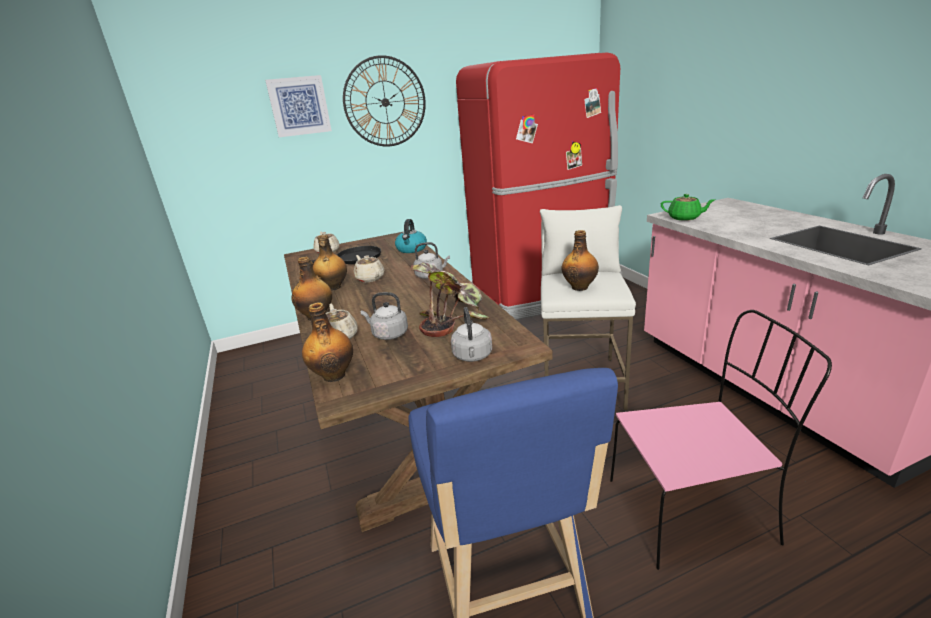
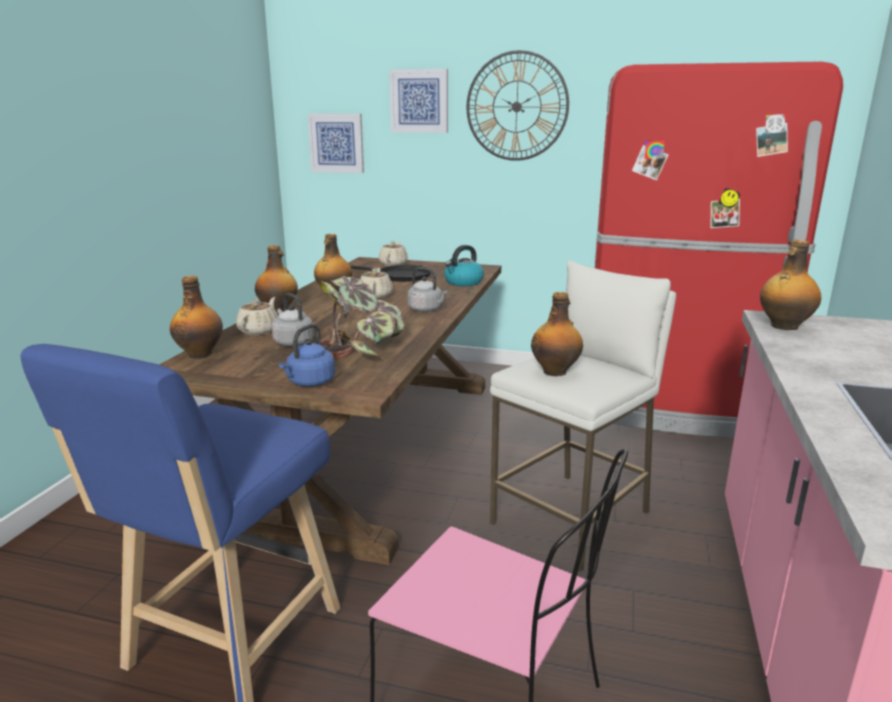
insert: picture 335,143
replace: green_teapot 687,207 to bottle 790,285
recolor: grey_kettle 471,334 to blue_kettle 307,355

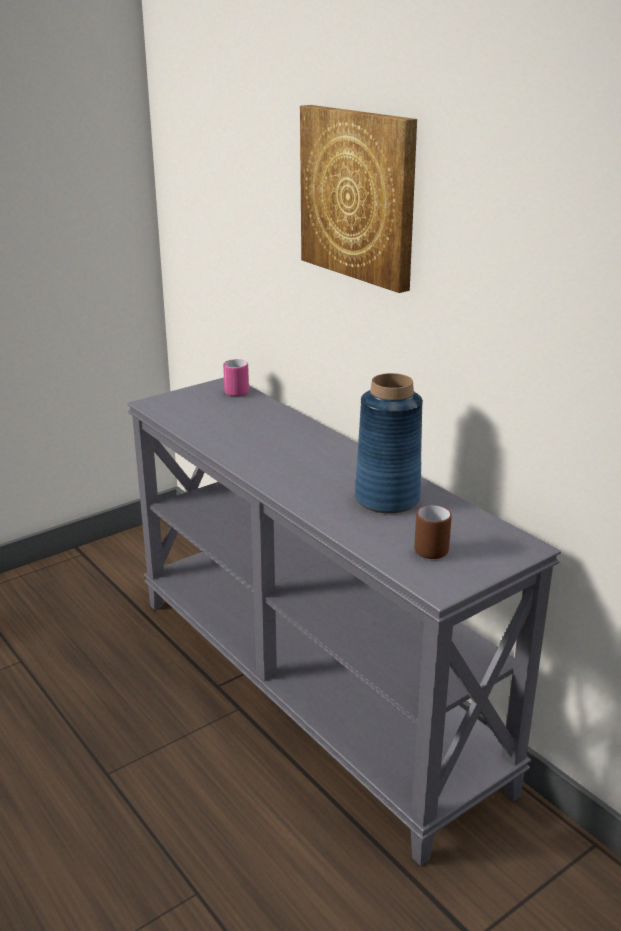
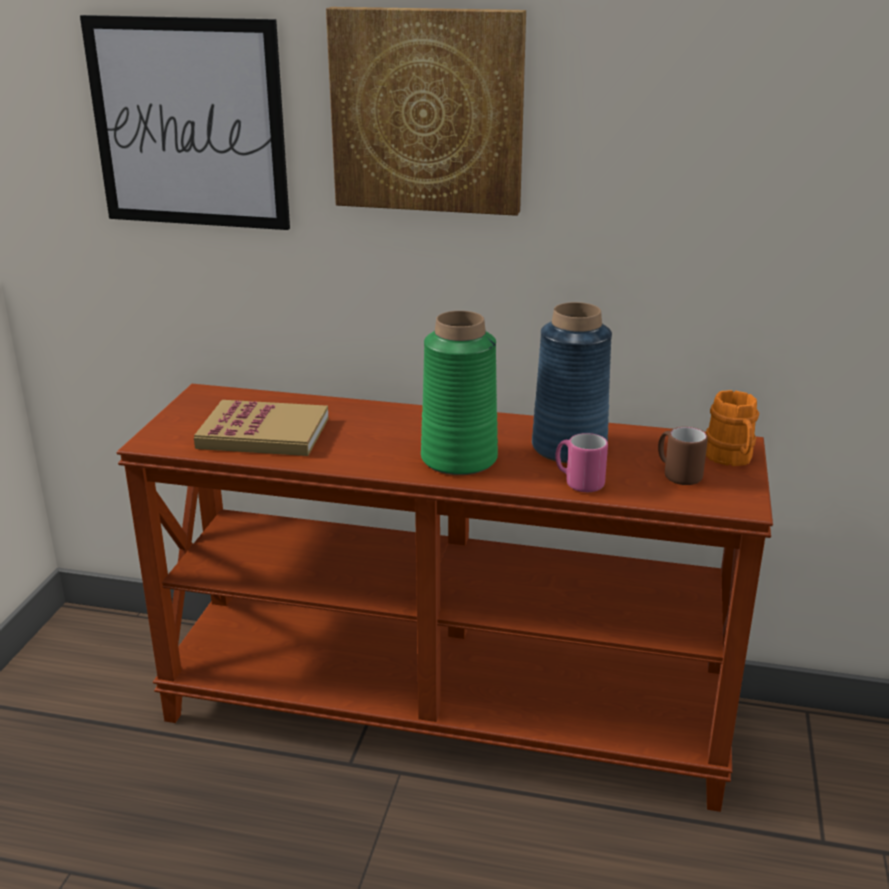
insert: picture 185,122; book 261,428; green_vase 459,393; orange_mug 732,428
move: pink_mug 236,378 to 581,462
recolor: grey_console_table 344,622 to brown_console_table 445,598

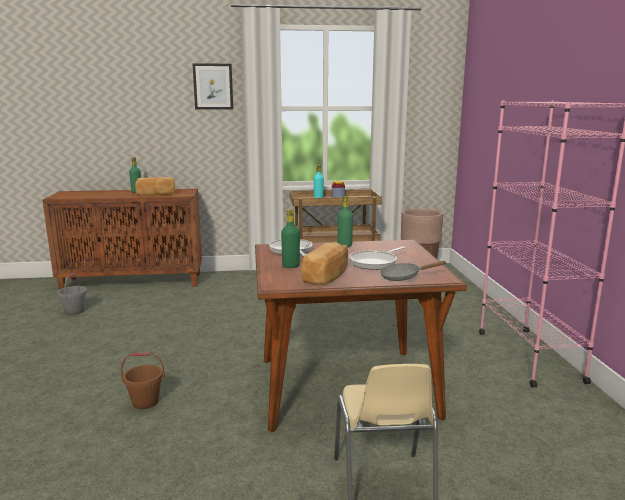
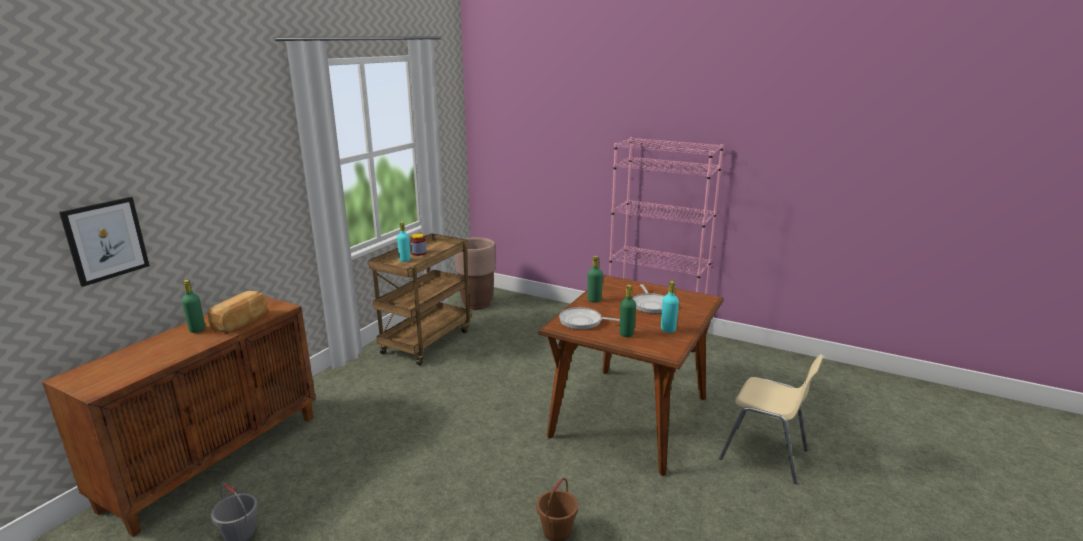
delete: grey_frying_pan 413,271
move: picture 212,86 to 104,242
replace: bread 324,264 to turquoise_bottle 670,307

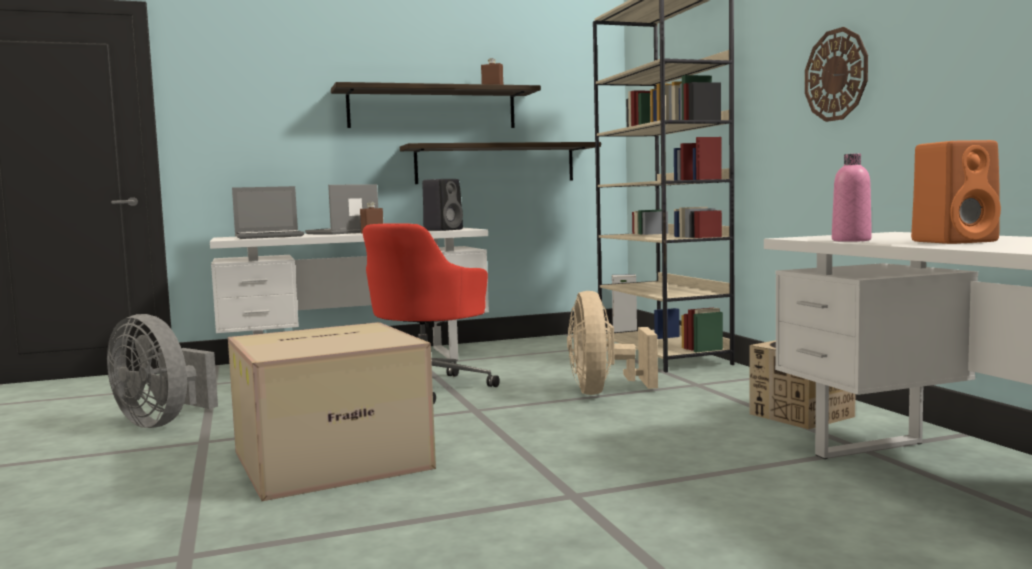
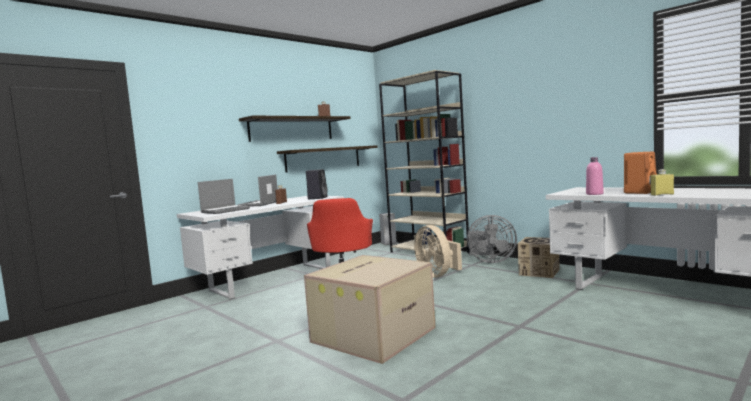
delete: wall_clock 836,74
insert: yellow_bottle 662,182
move: grey_fan 162,371 to 492,239

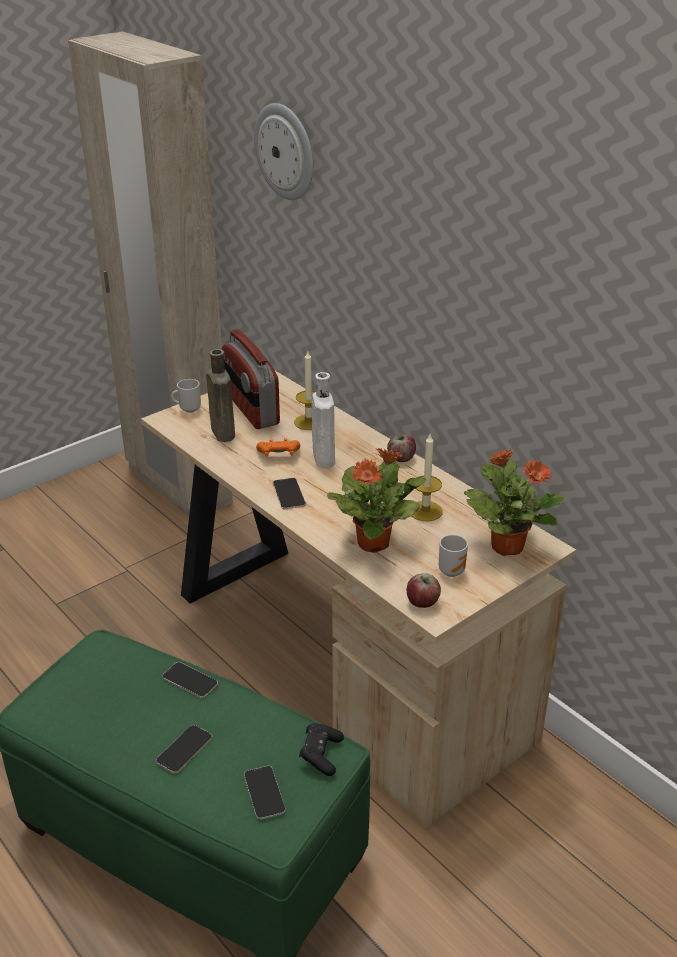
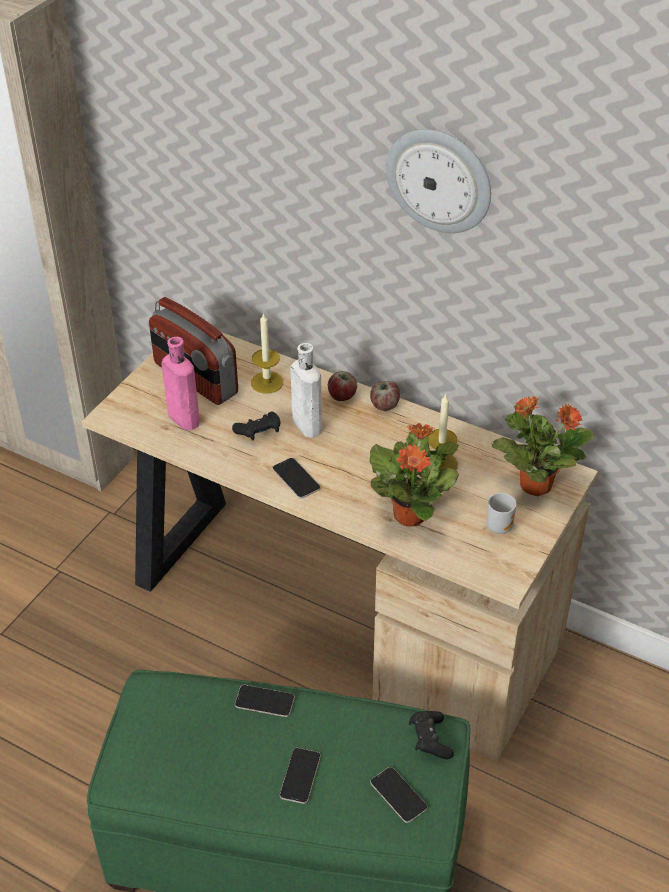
delete: mug 186,396
move: apple 424,590 to 342,386; wall_clock 283,151 to 438,181
recolor: brown_bottle 220,395 to pink_bottle 181,383; orange_game_controller 278,448 to black_game_controller 256,426

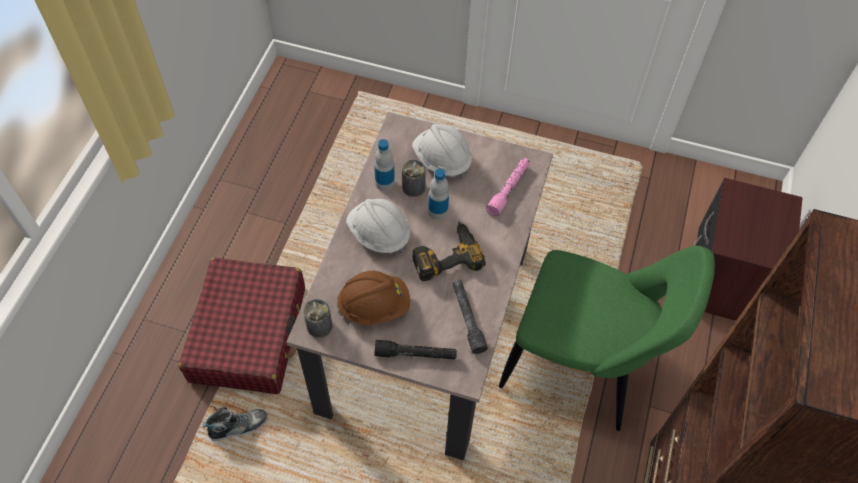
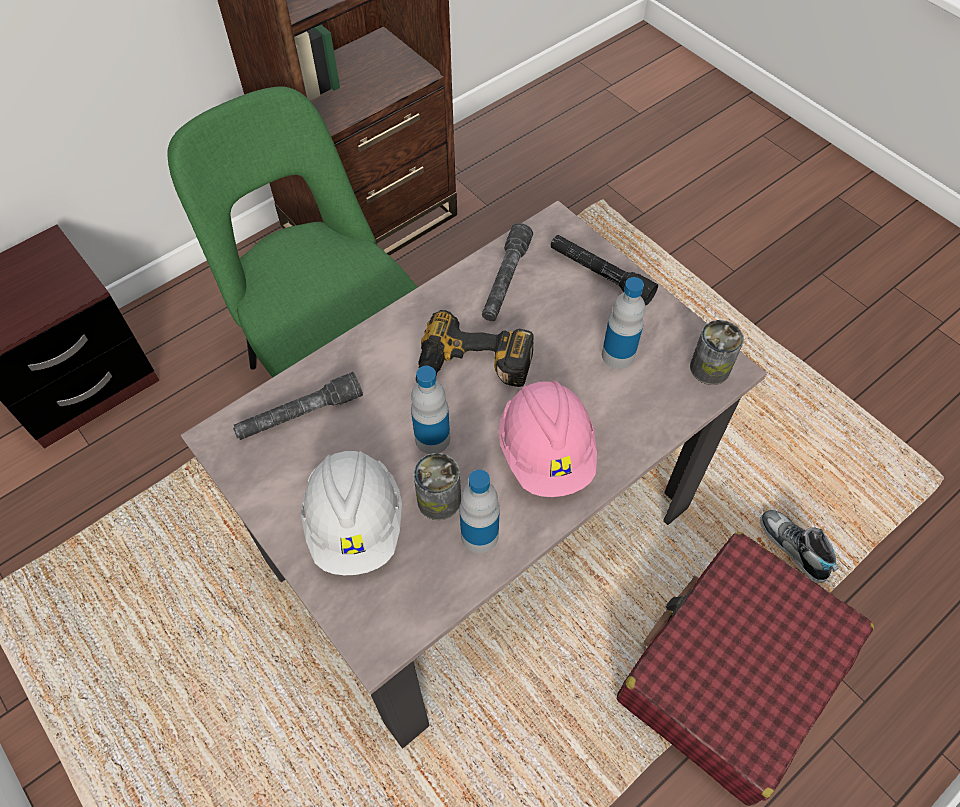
replace: brown_hard_hat 373,298 to bottle 623,323
recolor: pink_flashlight 508,187 to grey_flashlight 298,406; white_hard_hat 378,226 to pink_hard_hat 548,439
rotate: shoe 235,423 = 799,546 45 degrees clockwise

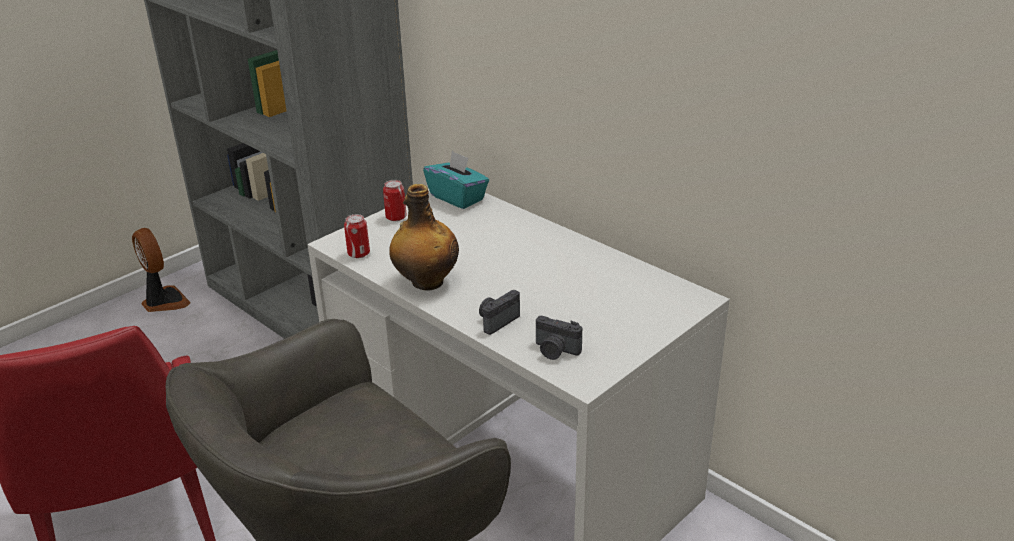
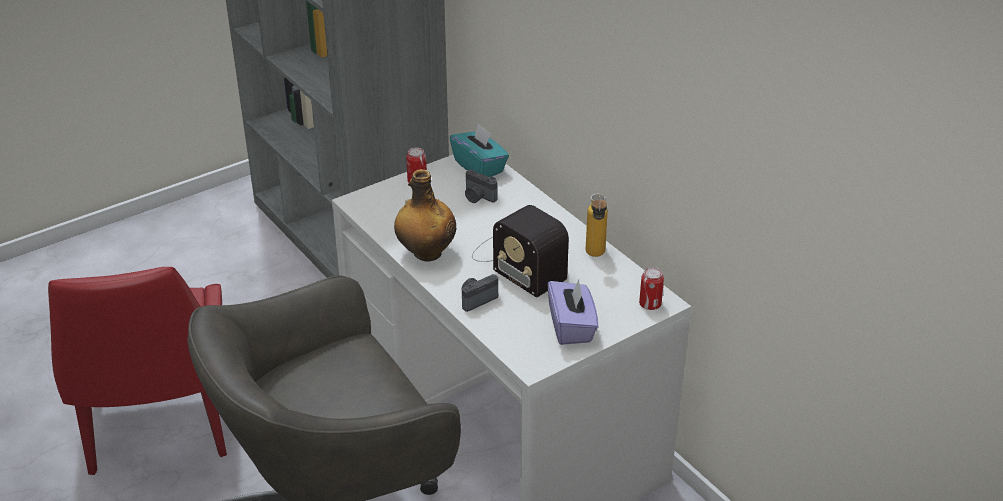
delete: fan 161,270
insert: radio 520,251; purple_tissue_box 572,312; bottle 597,225
move: photo_camera 559,338 to 481,186; can 357,236 to 651,288

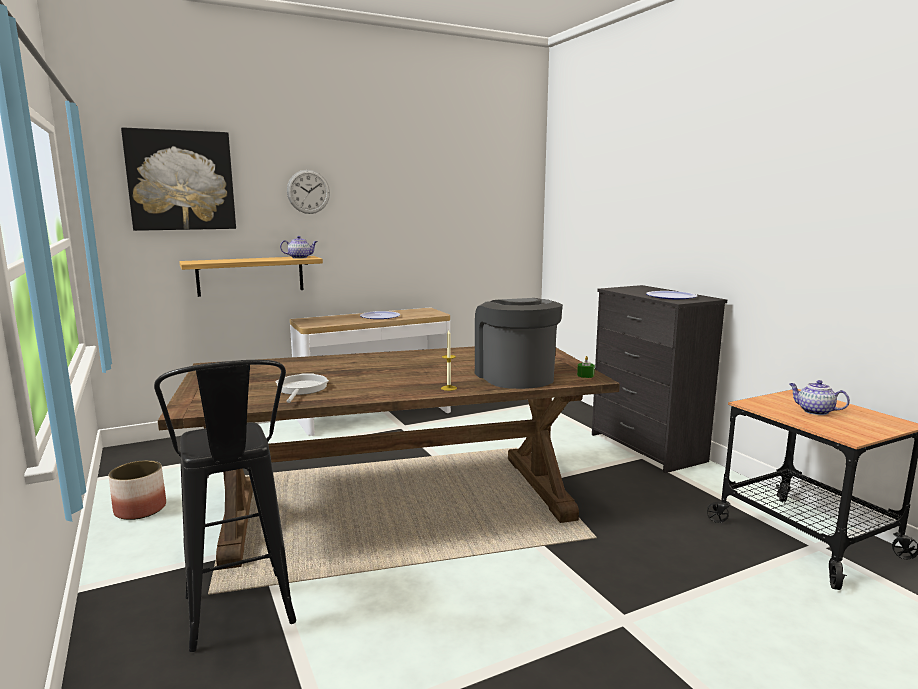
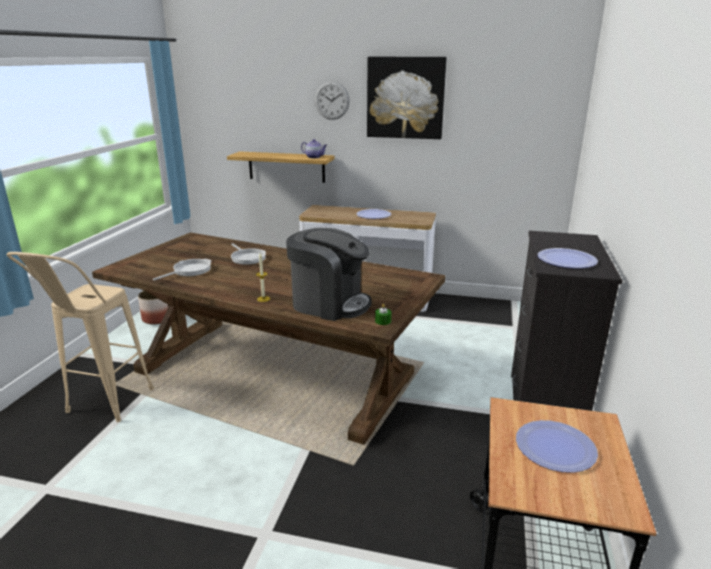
insert: frying_pan 248,254
move: picture 178,179 to 407,98
replace: teapot 819,397 to plate 557,446
recolor: black_stool 225,506 to beige_stool 80,337
rotate: coffee_machine 519,343 = 328,274 90 degrees clockwise

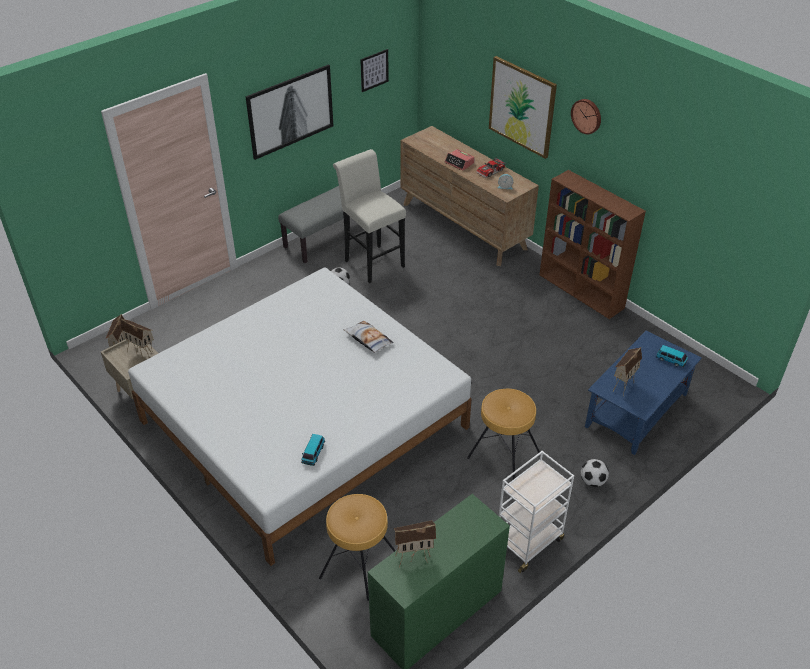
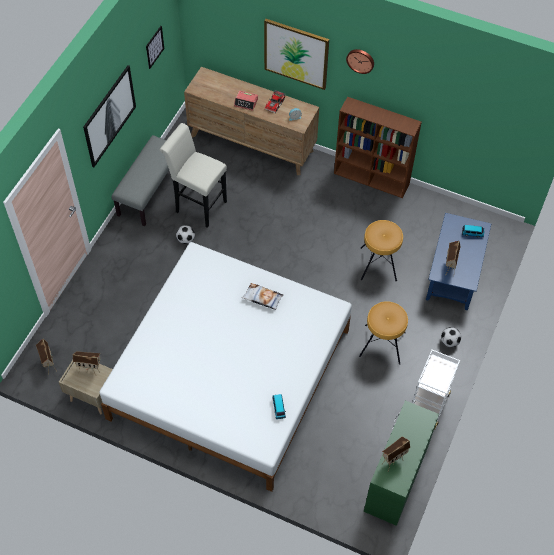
move: brown_stool 357,547 to 382,251

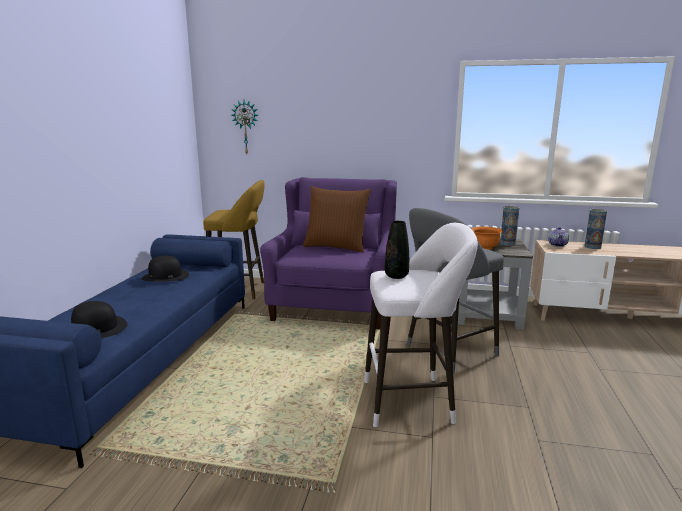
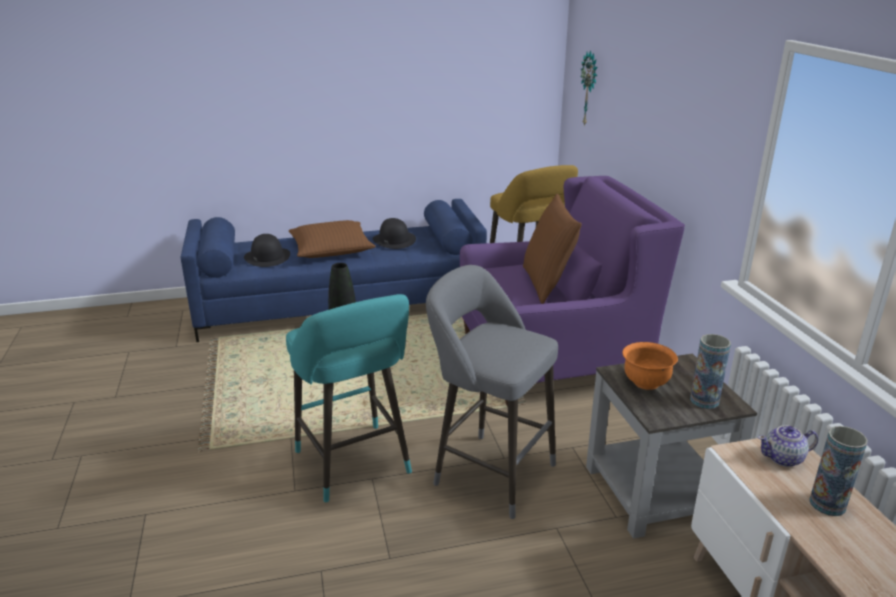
insert: brown_pillow 332,239
recolor: white_stool 421,325 to turquoise_stool 349,398

